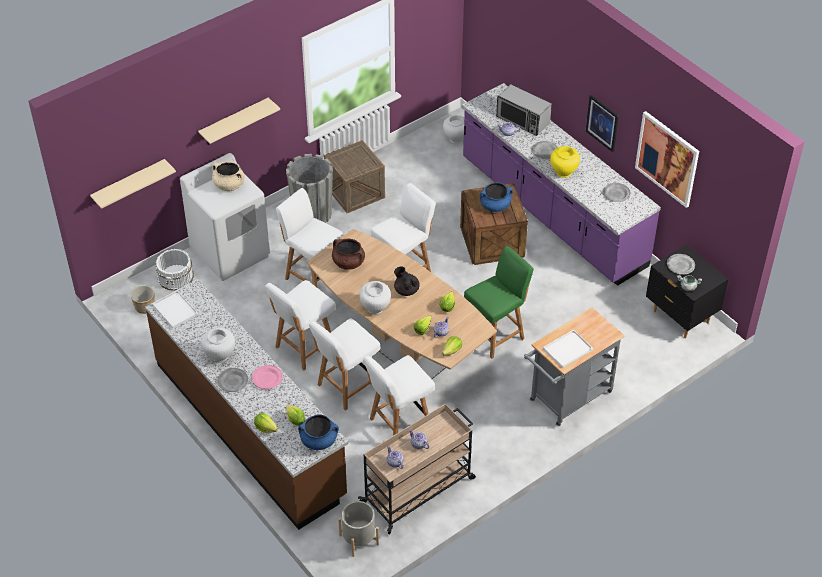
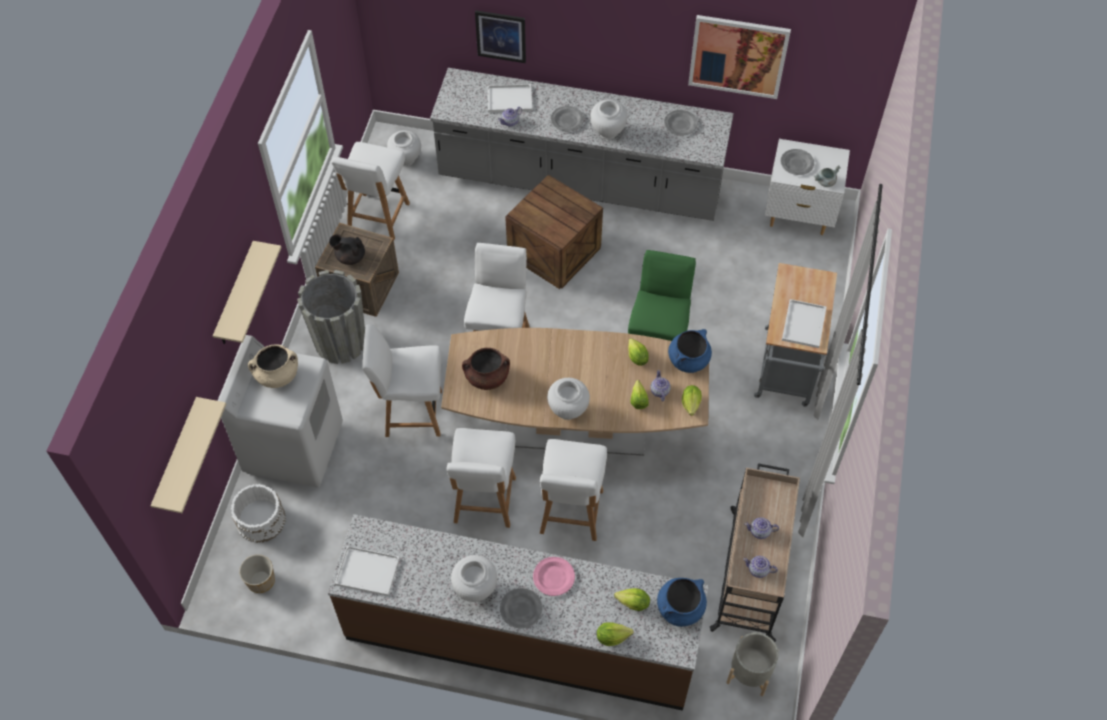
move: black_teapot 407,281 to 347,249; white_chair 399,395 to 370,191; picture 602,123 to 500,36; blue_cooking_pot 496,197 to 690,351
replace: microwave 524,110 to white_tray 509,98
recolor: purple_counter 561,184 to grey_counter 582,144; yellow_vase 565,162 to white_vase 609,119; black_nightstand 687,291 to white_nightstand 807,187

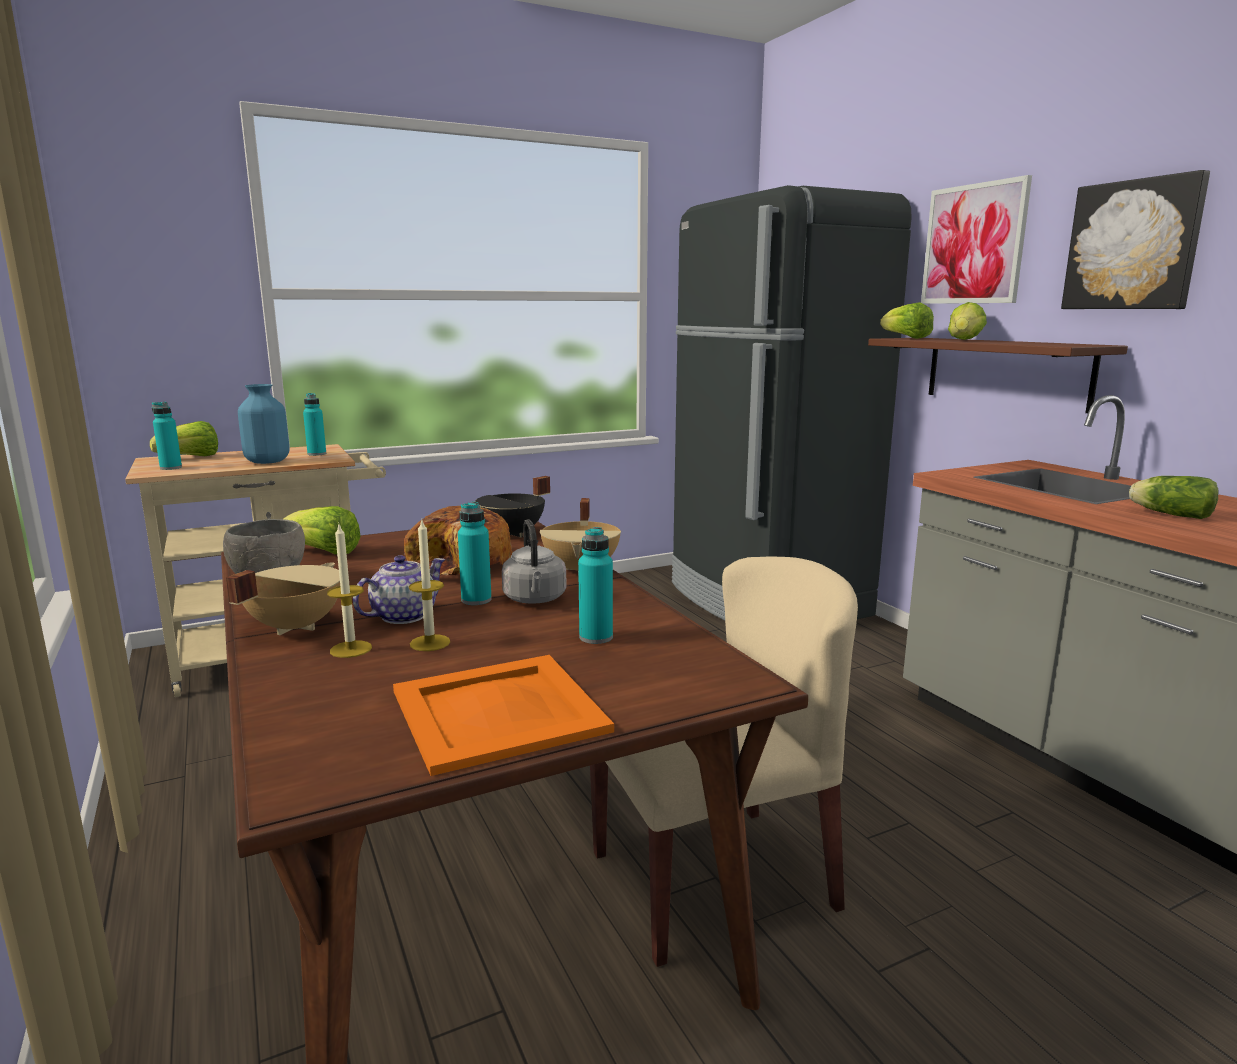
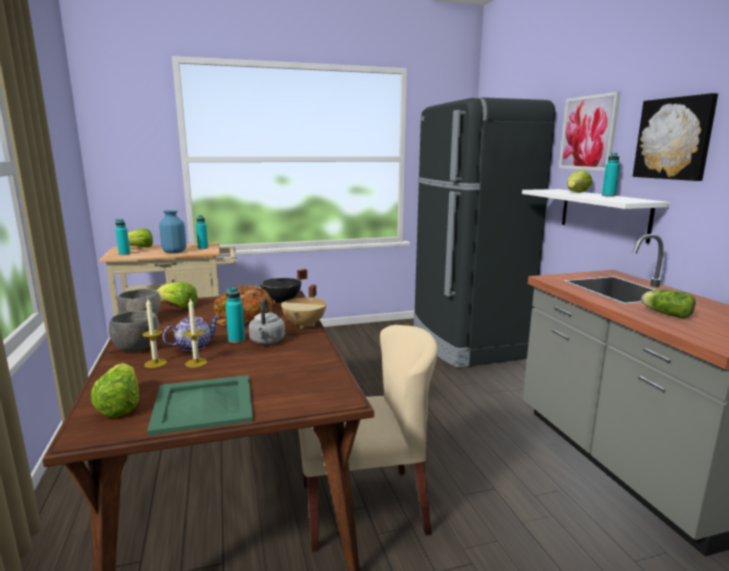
move: lettuce 907,320 to 115,390; turquoise_bottle 595,585 to 611,175
replace: beige_cooking_pot 283,598 to grey_bowl 134,331
recolor: orange_tray 503,715 to green_tray 200,405; brown_shelf 998,375 to white_shelf 596,216

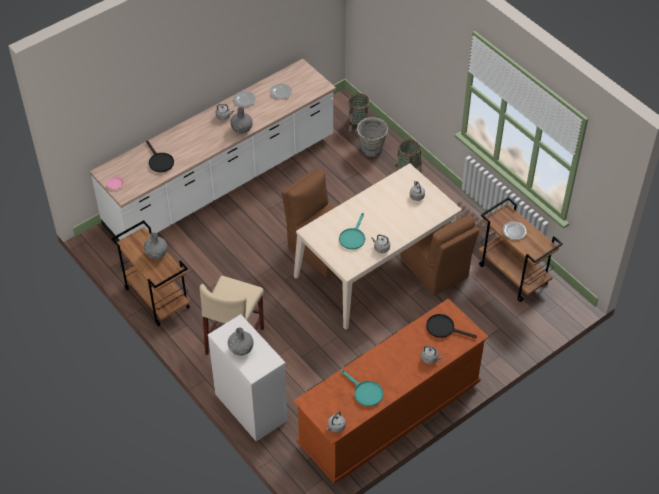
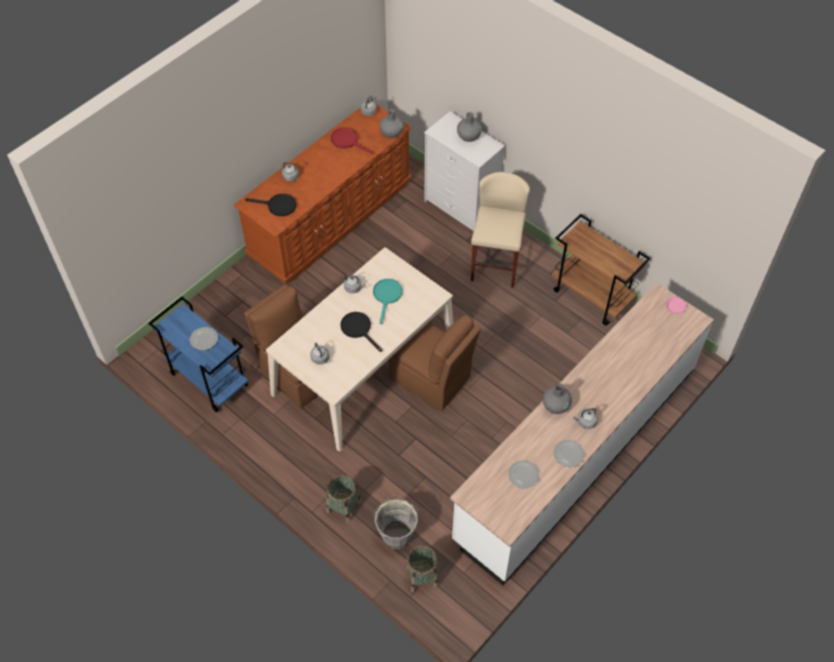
move: black_frying_pan 160,156 to 361,332; grey_vase 156,245 to 392,123
recolor: brown_cart 520,249 to blue_cart 198,354; turquoise_frying_pan 362,387 to red_frying_pan 352,140

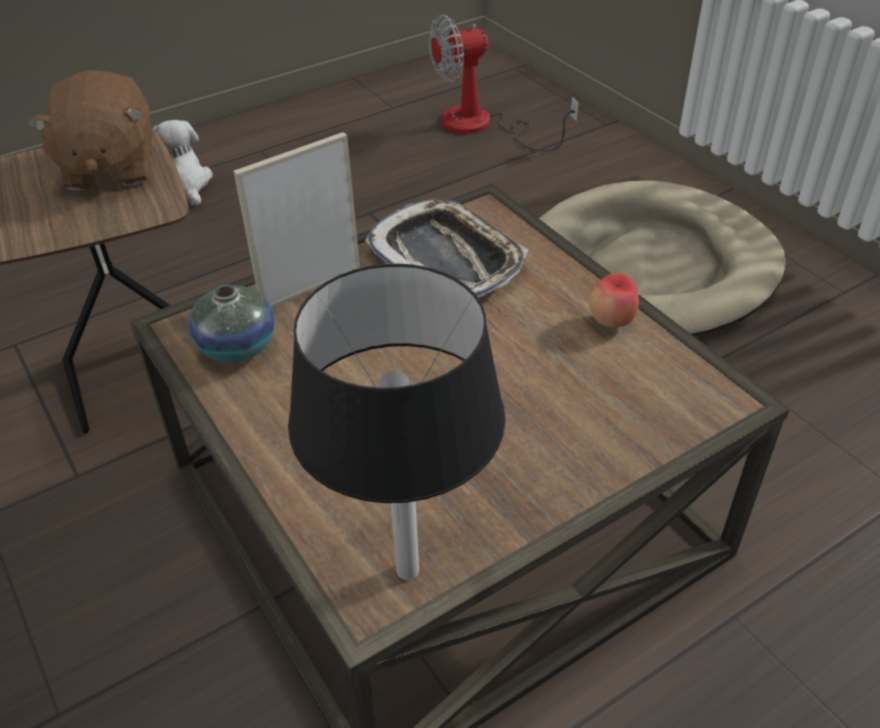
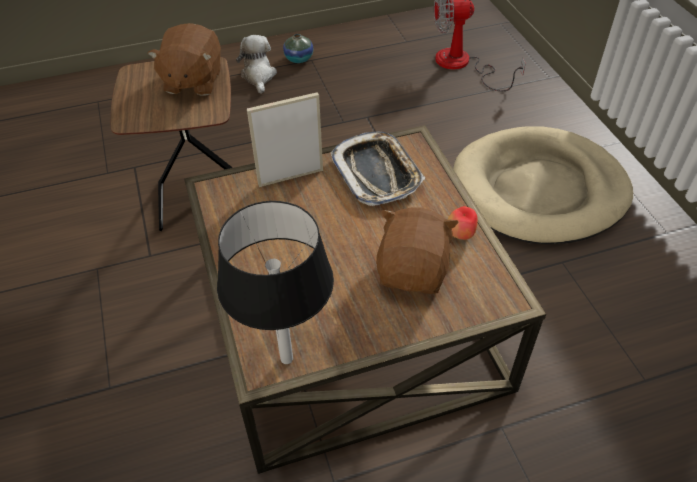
insert: brown_plush_toy 417,250
move: vase 232,324 to 298,48

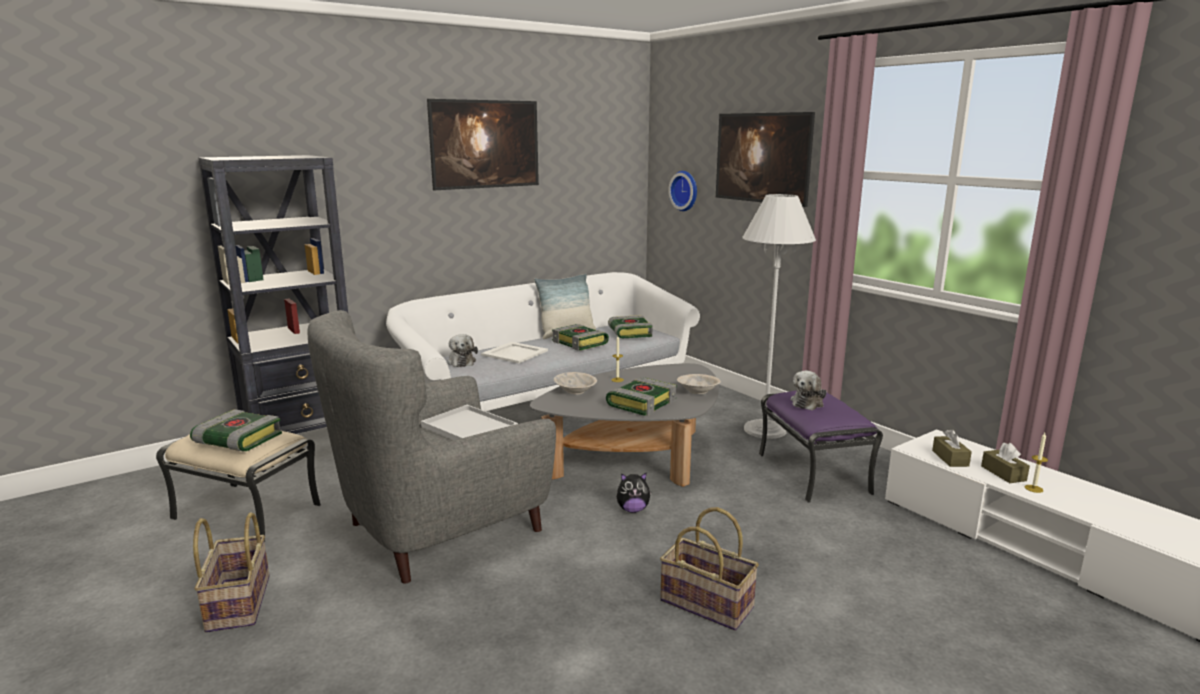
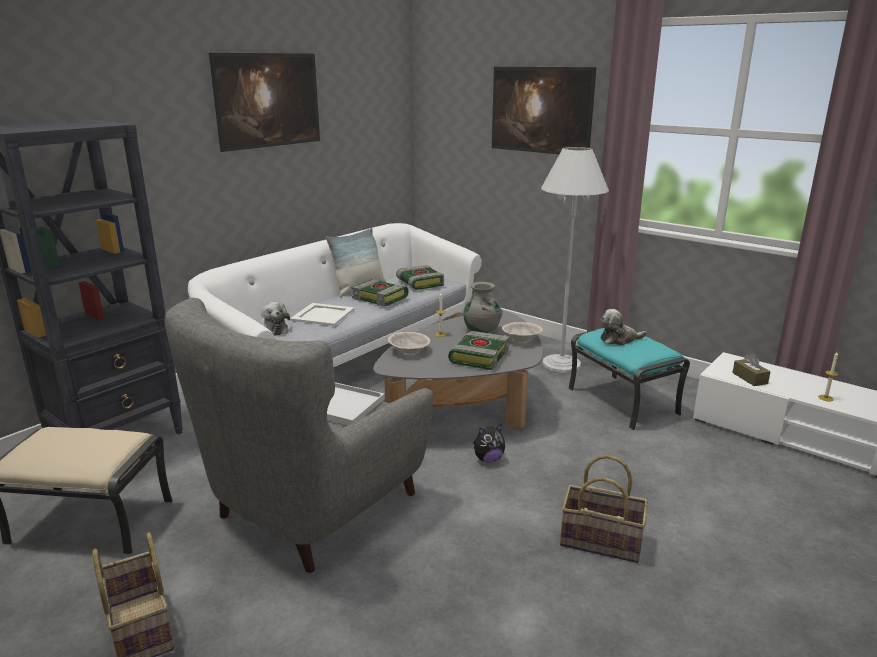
delete: book 236,430; wall_clock 682,191; brown_tissue_box 1005,463
insert: grey_vase 483,307
recolor: purple_ottoman 821,447 to turquoise_ottoman 629,379
rotate: plush_toy 809,390 = 623,327 60 degrees clockwise

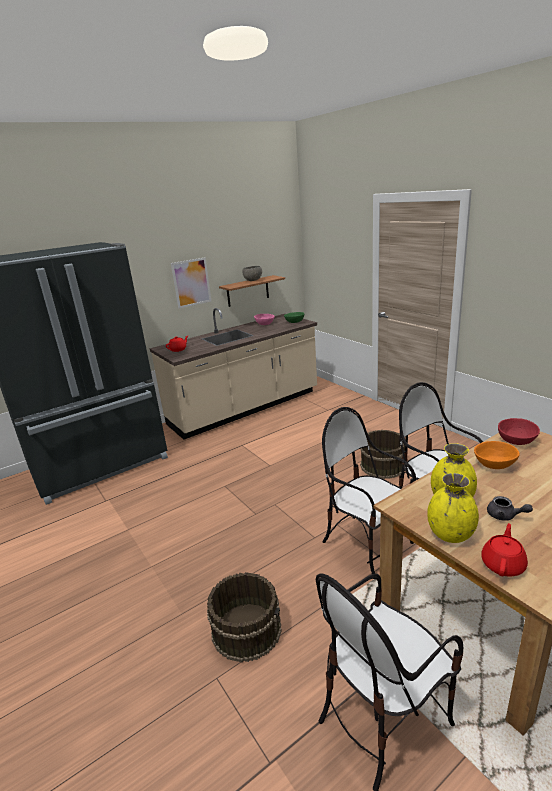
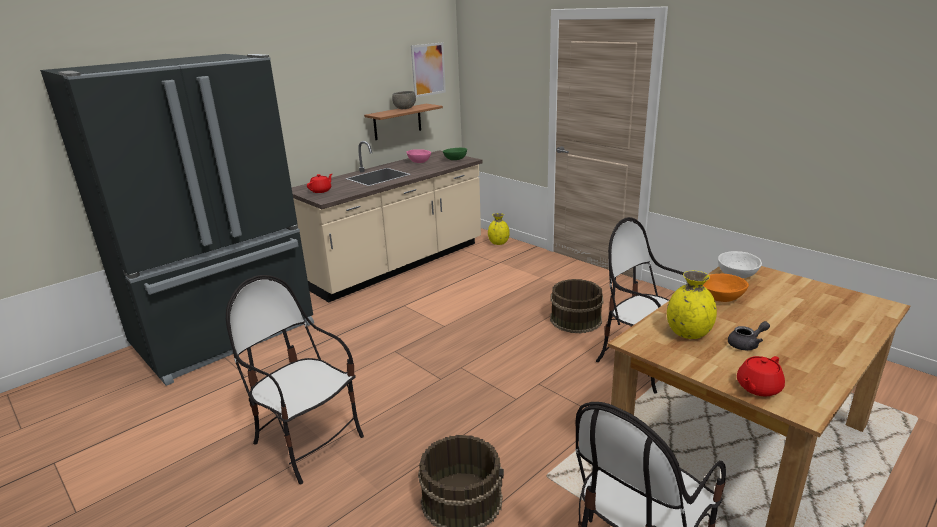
move: chair 369,490 to 295,380; picture 191,283 to 428,69; yellow_vase 453,508 to 499,229
recolor: red_bowl 519,431 to white_bowl 740,264
rotate: grey_teapot 510,508 = 749,335 45 degrees counterclockwise; red_teapot 504,549 = 761,376 150 degrees counterclockwise

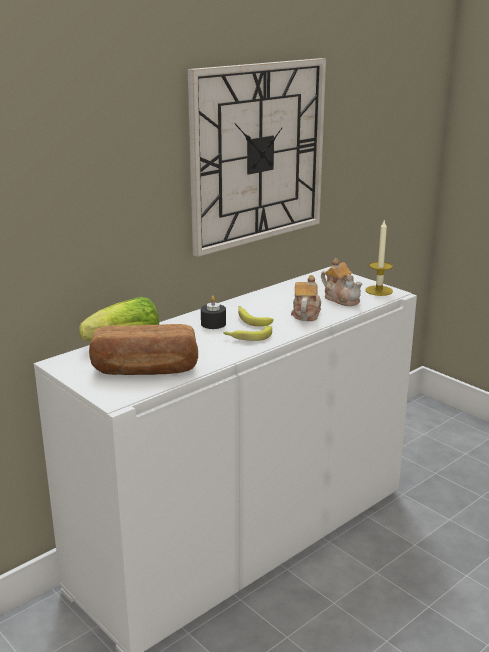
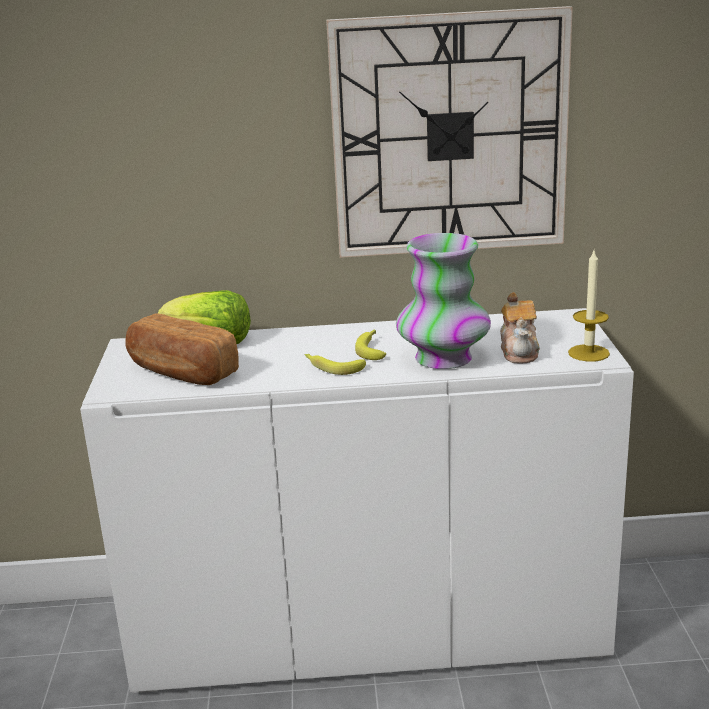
delete: black_candle 213,312
replace: teapot 306,298 to vase 443,301

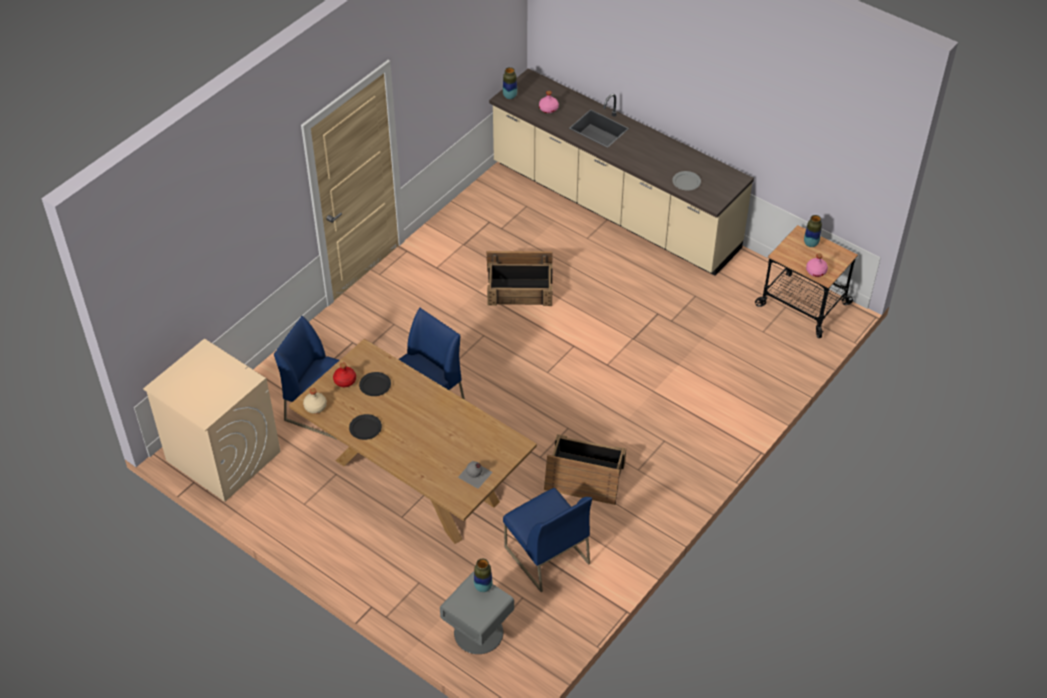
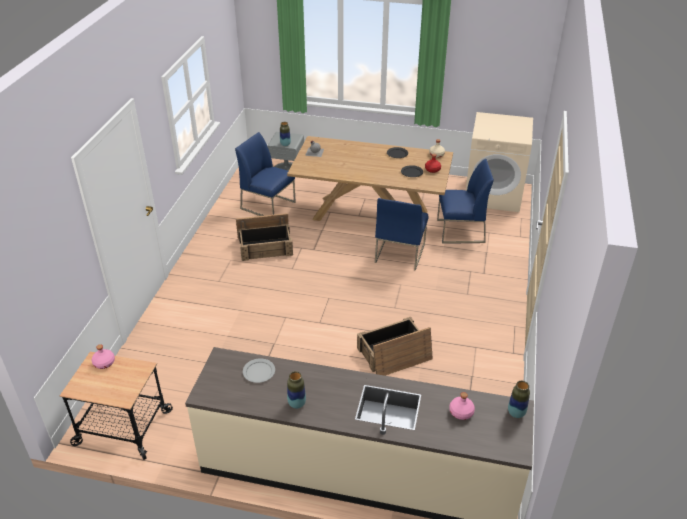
move: vase 813,231 to 296,390

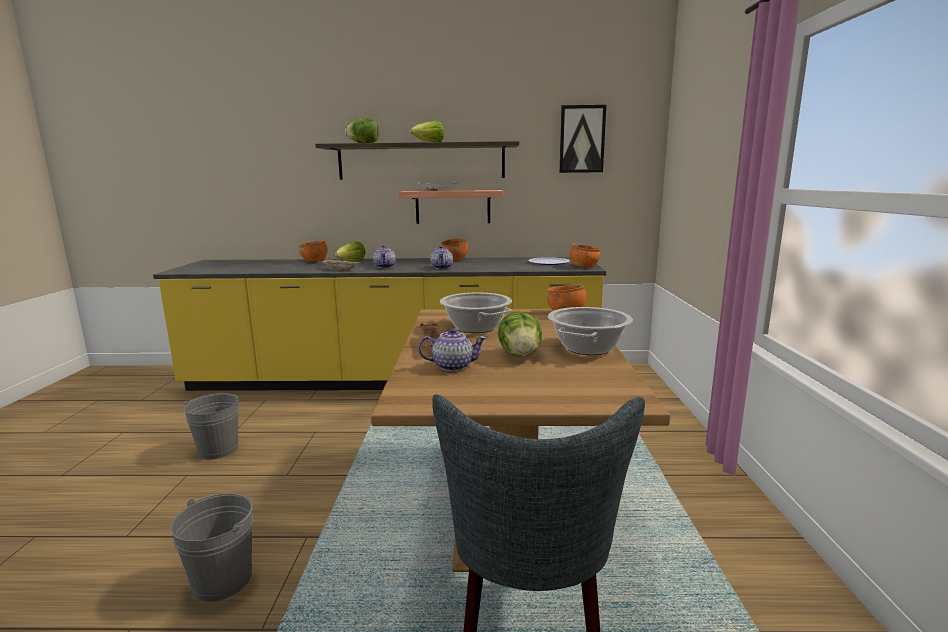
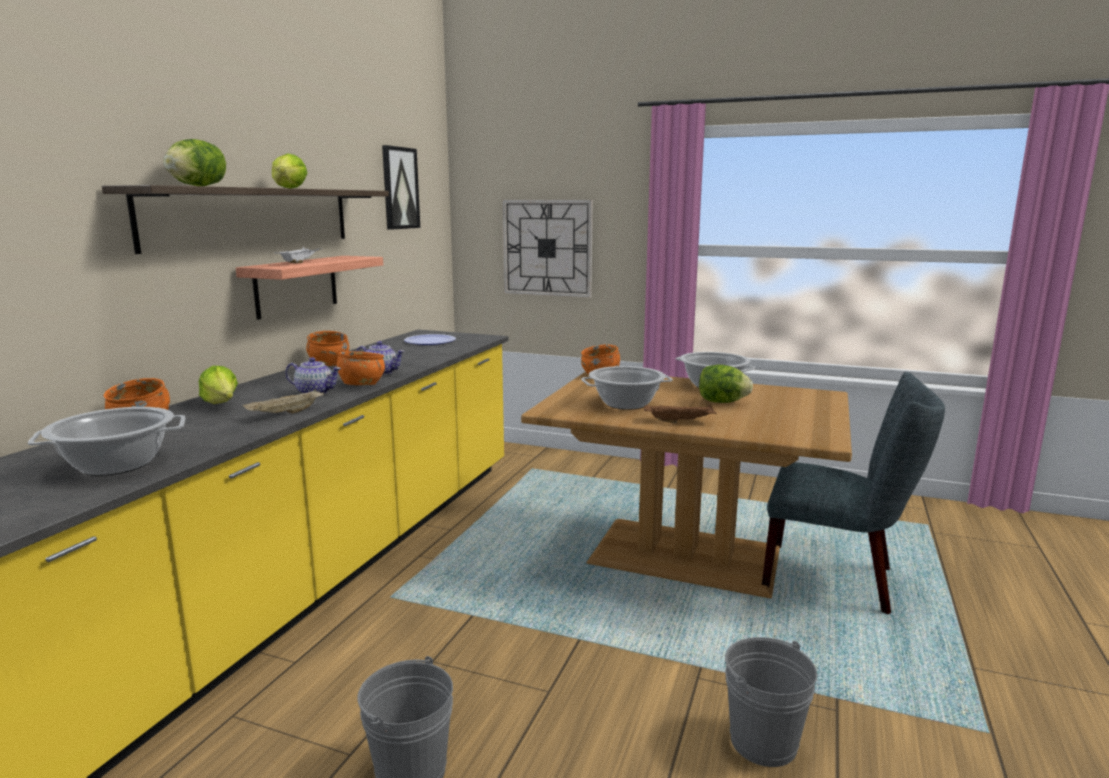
delete: teapot 452,349
insert: cooking_pot 106,441; wall_clock 547,249
move: orange_bowl 585,256 to 361,368

